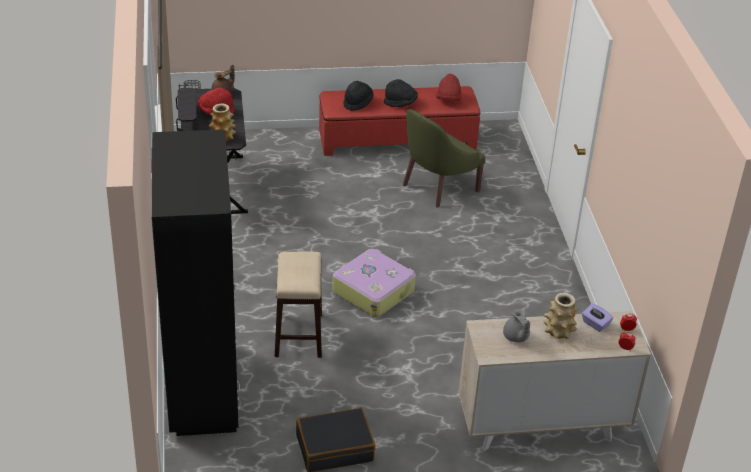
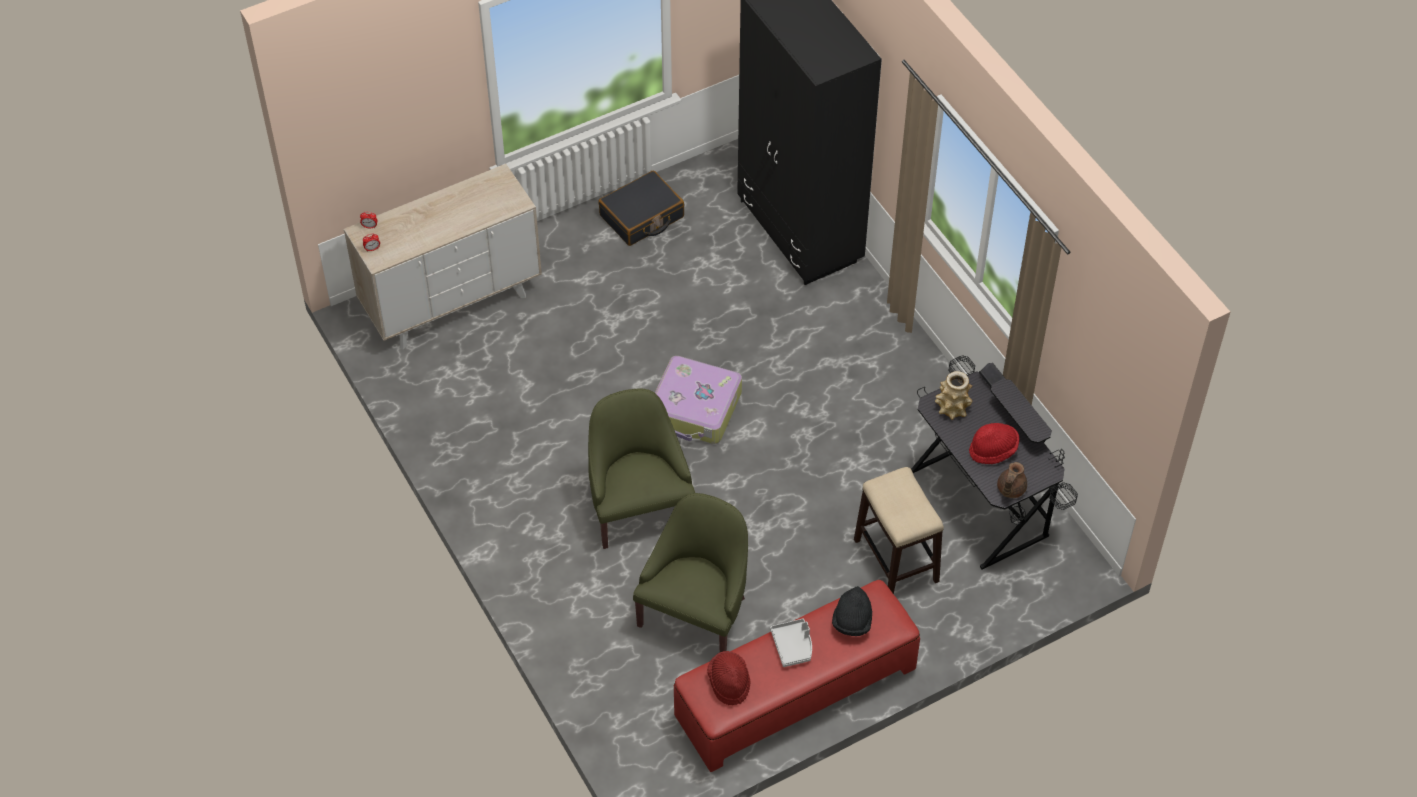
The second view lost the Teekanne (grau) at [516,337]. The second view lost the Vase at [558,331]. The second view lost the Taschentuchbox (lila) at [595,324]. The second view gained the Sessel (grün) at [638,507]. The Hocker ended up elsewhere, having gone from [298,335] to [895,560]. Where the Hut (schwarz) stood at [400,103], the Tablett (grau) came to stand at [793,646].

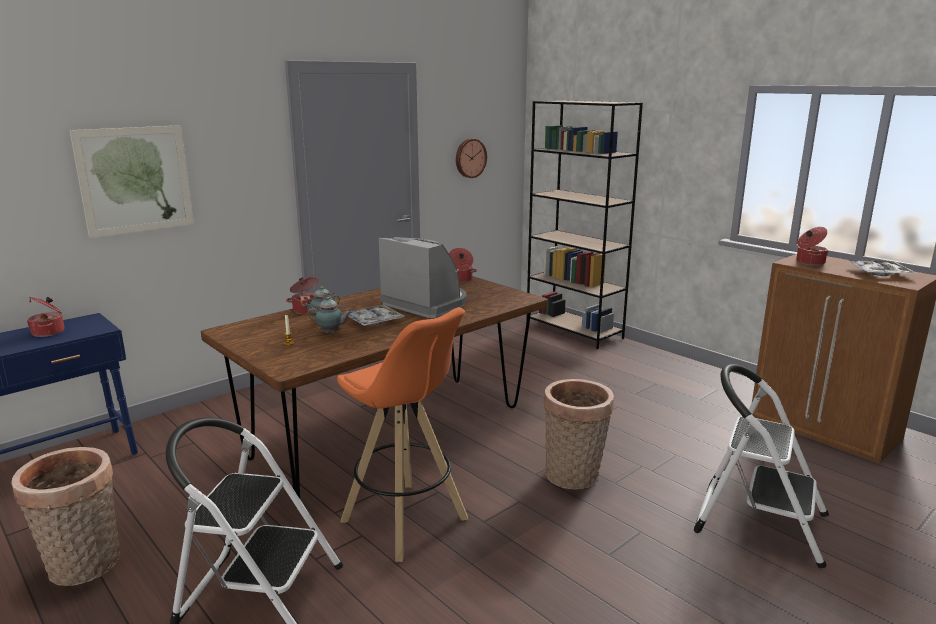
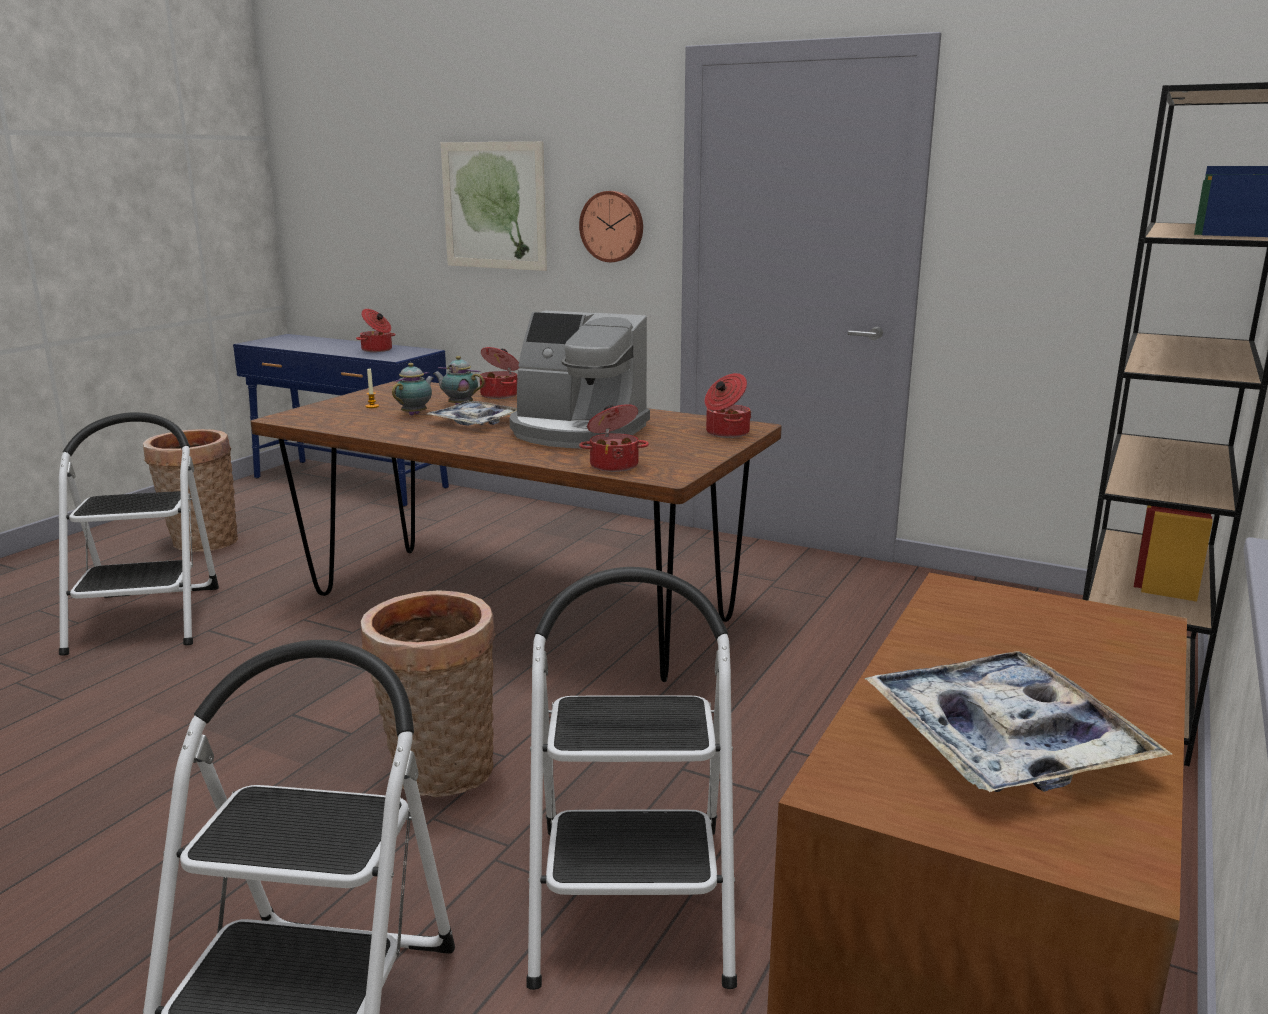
The second view lost the Hocker (orange) at [406,522]. The second view gained the Trittleiter at [633,896]. The Wanduhr ended up elsewhere, having gone from [470,158] to [612,226]. The Kochtopf ended up elsewhere, having gone from [809,262] to [614,465]. The Teekanne at [331,333] ended up facing another way, 135 degrees counterclockwise from before. The Kaffeemaschine at [426,303] ended up facing another way, 90 degrees clockwise from before.

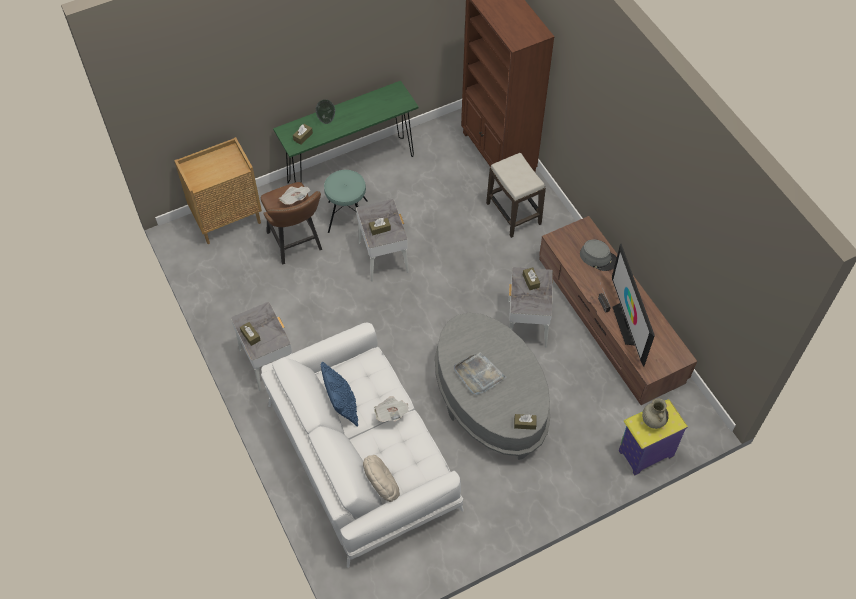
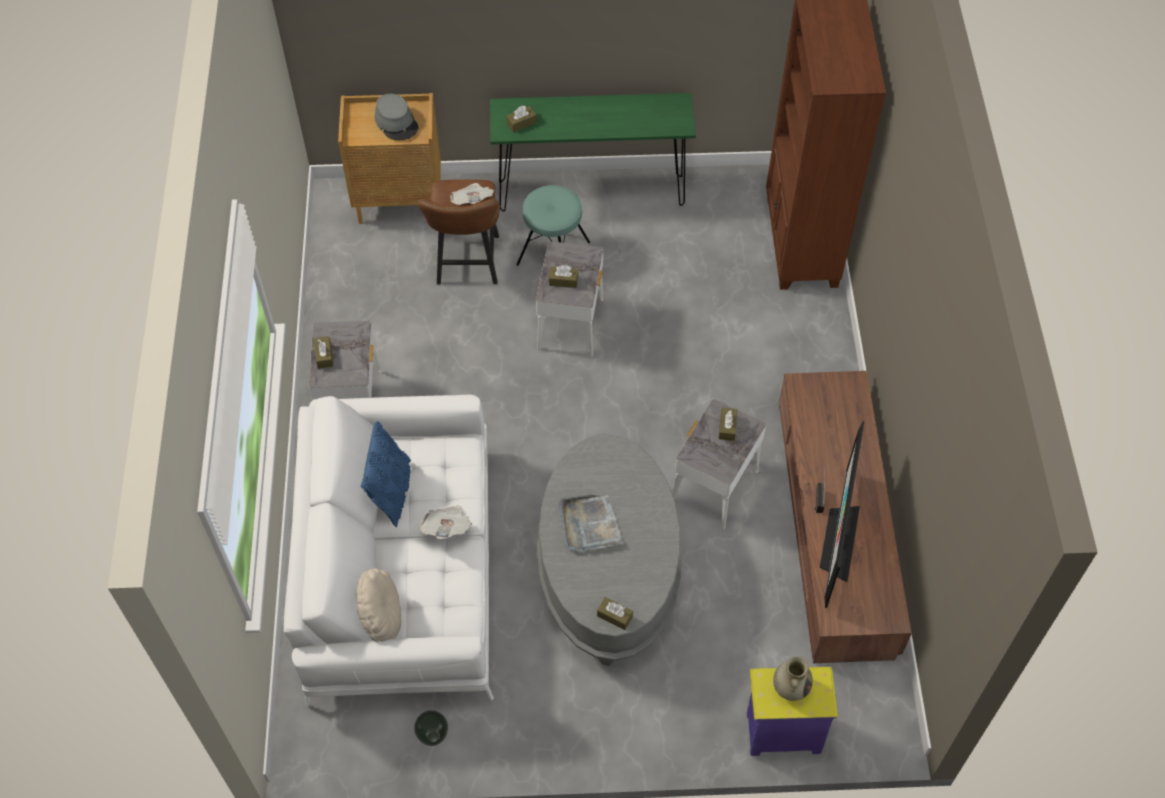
The second view lost the Hocker at [513,213]. The Vase ended up elsewhere, having gone from [326,121] to [432,737]. The Hut (grau) ended up elsewhere, having gone from [598,258] to [396,122].

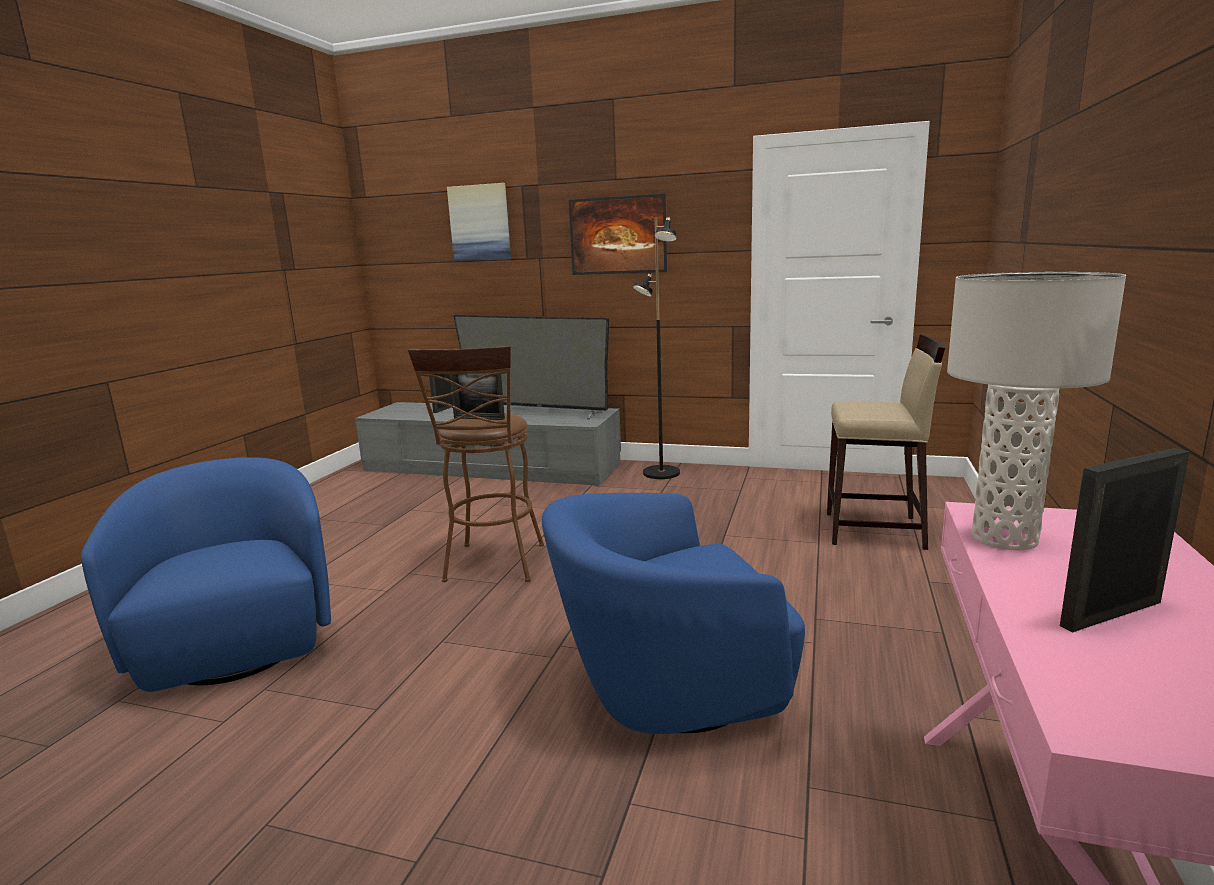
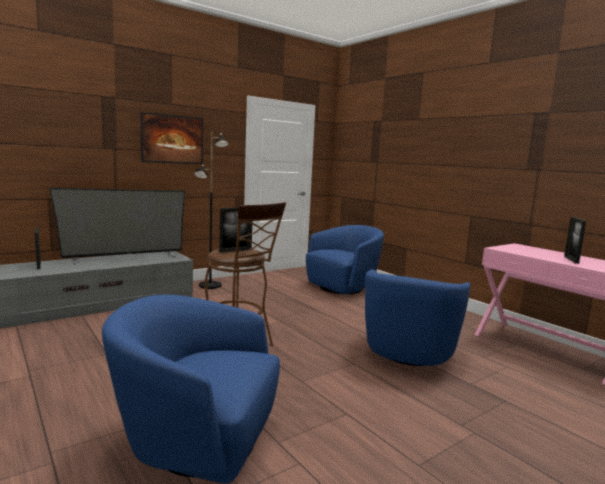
The second view lost the Bild at [480,223]. The second view lost the Tischlampe (weiß) at [1003,538]. Where the Hocker (beige) stood at [875,531], the Sessel (blau) came to stand at [343,287].

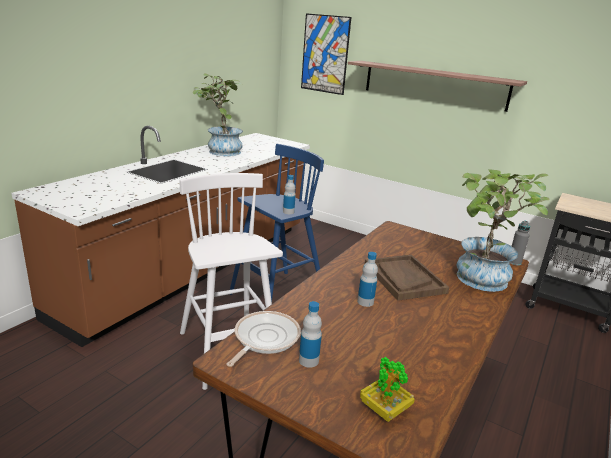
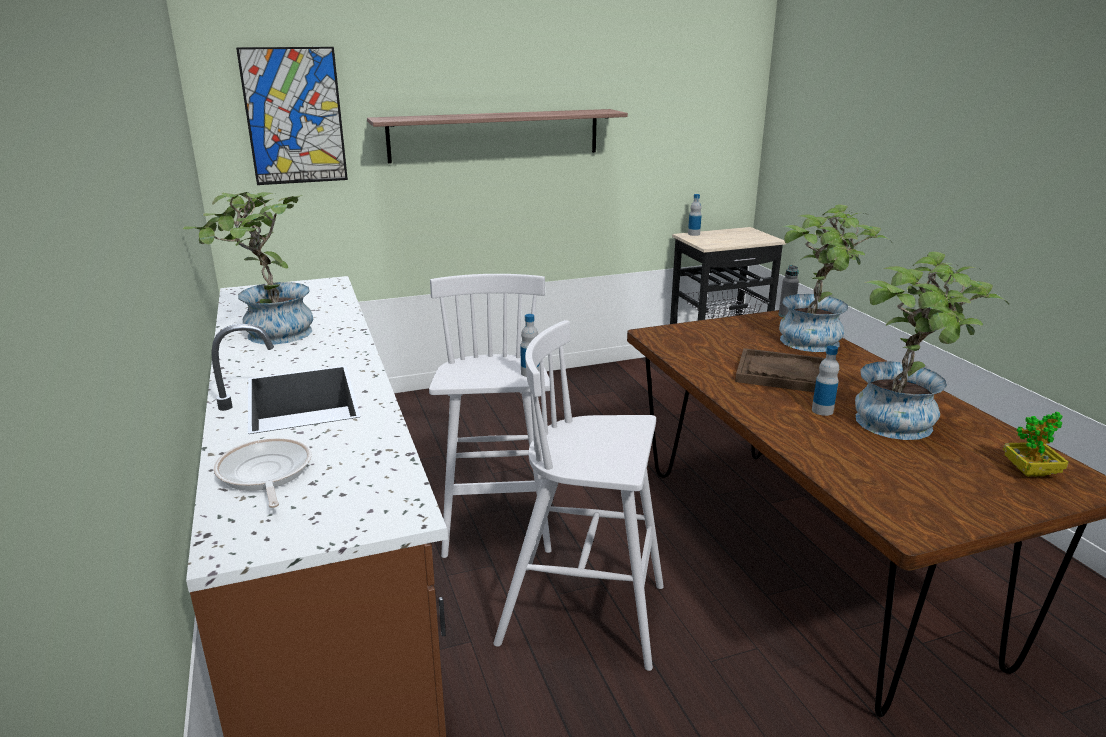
The second view gained the Topfpflanze at [903,427]. The Pfanne ended up elsewhere, having gone from [264,338] to [264,474]. The Flasche ended up elsewhere, having gone from [308,360] to [694,234]. What was the Hocker (blau) at [276,296] turned into the Hocker (weiß) at [496,519].

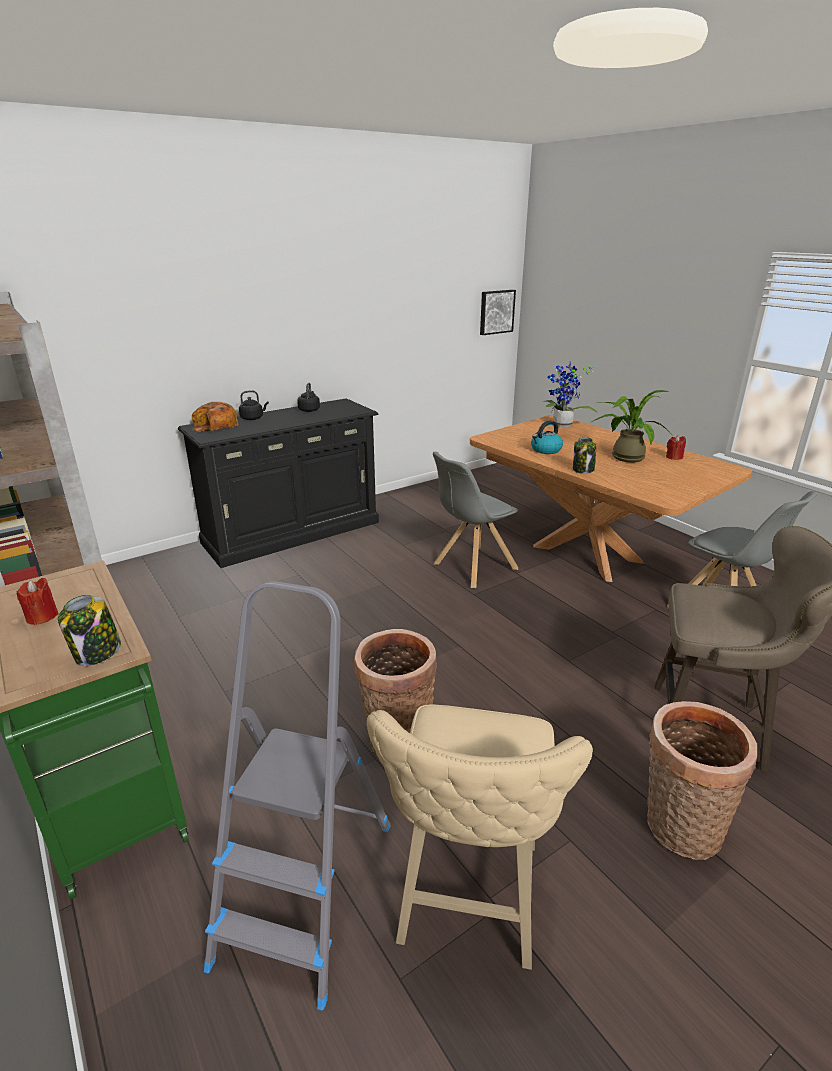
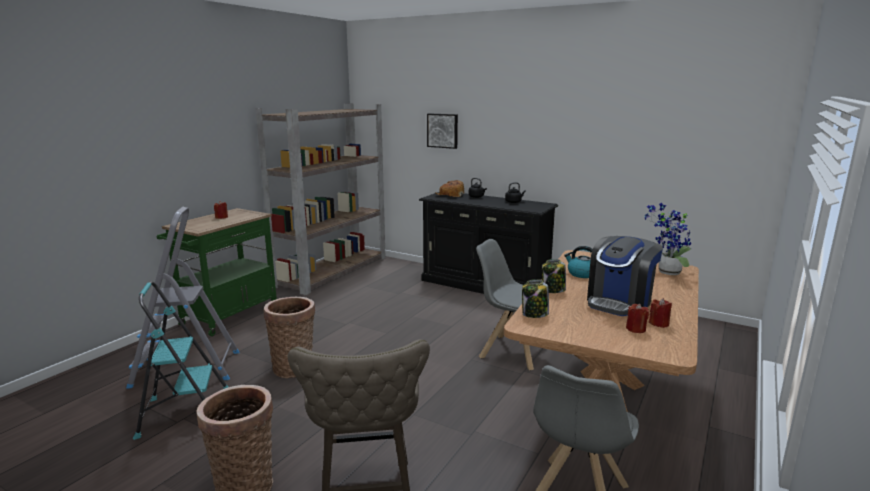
The second view gained the Kerze (rot) at [635,329]. The Vorratsglas ended up elsewhere, having gone from [97,653] to [534,314]. The Bild ended up elsewhere, having gone from [496,312] to [443,130]. Where the Hocker (beige) stood at [468,899], the Trittleiter (türkis) came to stand at [182,412]. Where the Topfpflanze stood at [624,456], the Kaffeemaschine came to stand at [619,302].

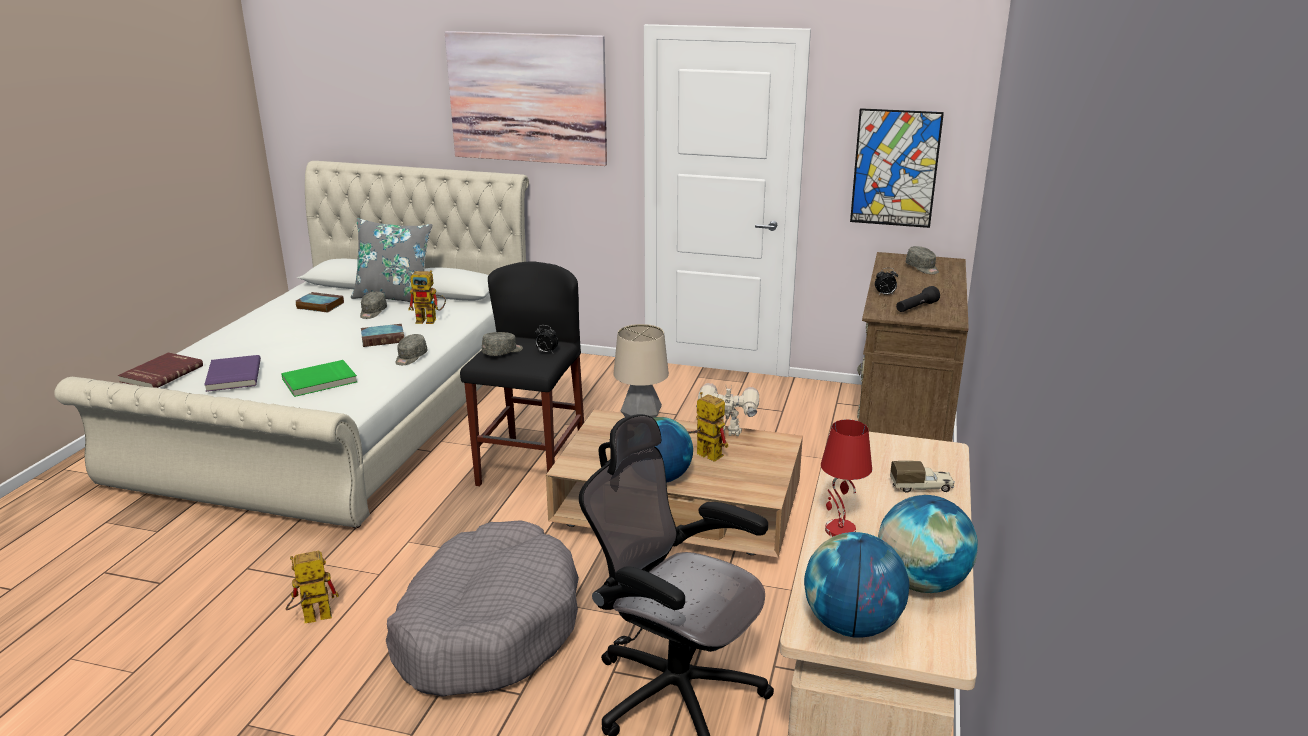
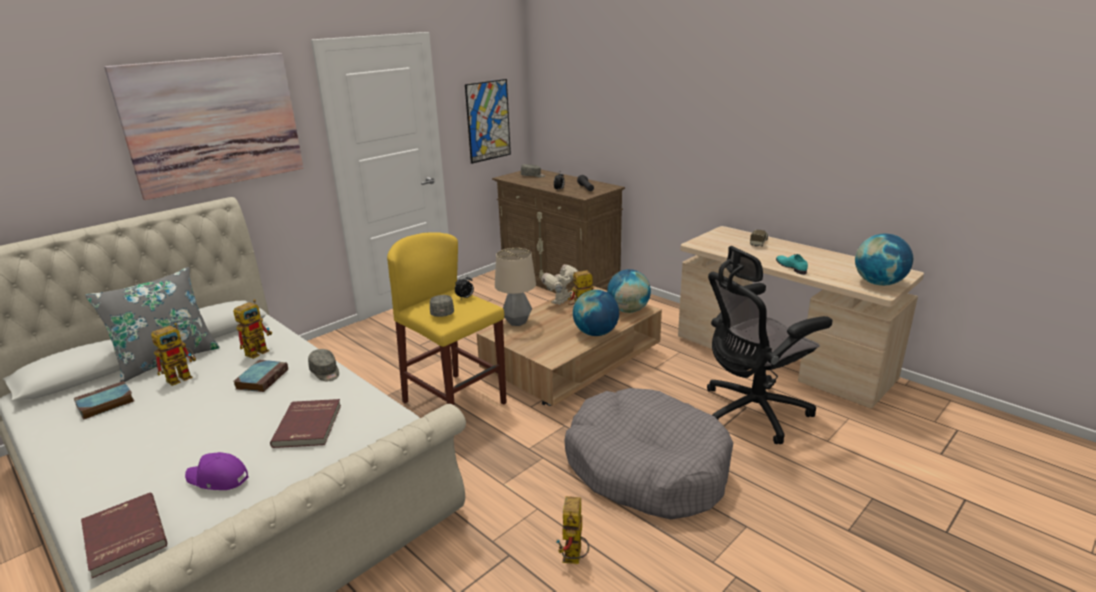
The Globus ended up elsewhere, having gone from [921,583] to [628,310]. Where the Buch (lila) stood at [232,376], the Kappe (lila) came to stand at [218,479]. Where the Kappe (grau) stood at [372,312], the Spielzeugroboter came to stand at [183,376]. Where the Tischlampe (rot) stood at [839,530], the Schuh (türkis) came to stand at [791,267]. What was the Buch (grün) at [320,381] turned into the Buch (rot) at [309,425]. What was the Hocker (schwarz) at [532,467] turned into the Hocker (gelb) at [454,402].

